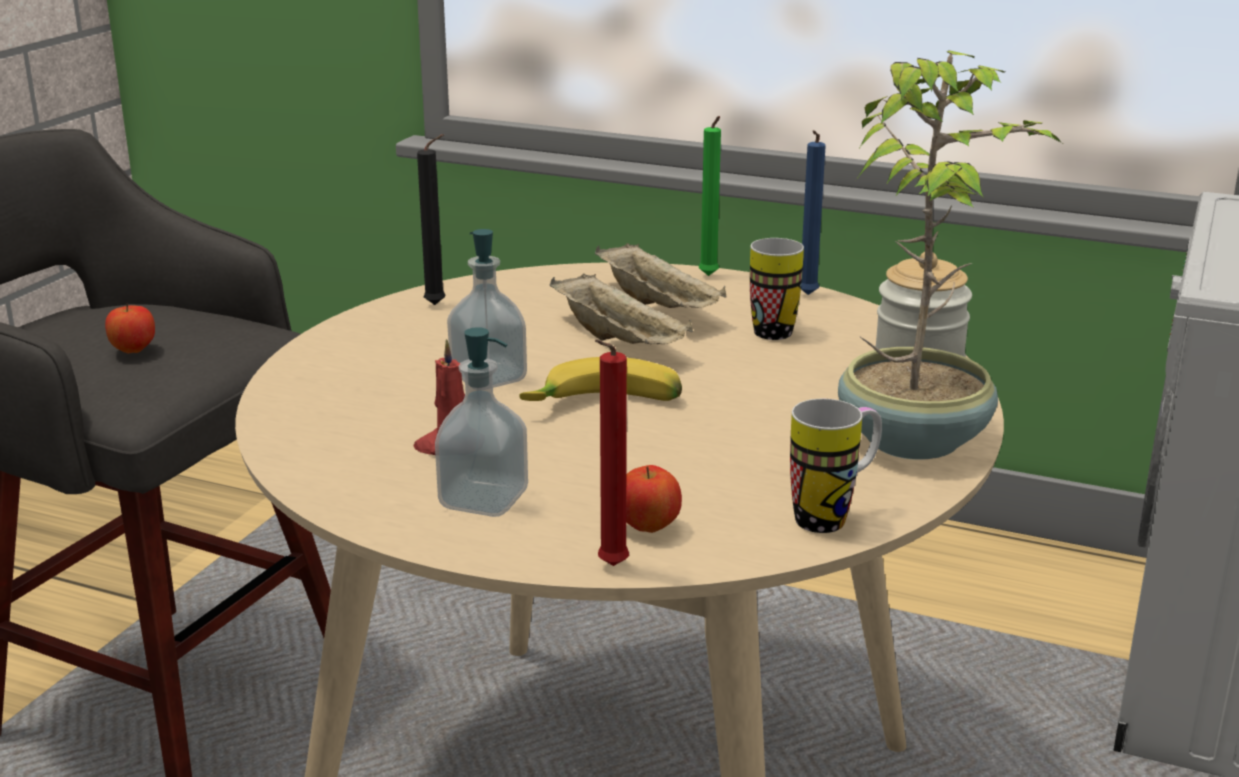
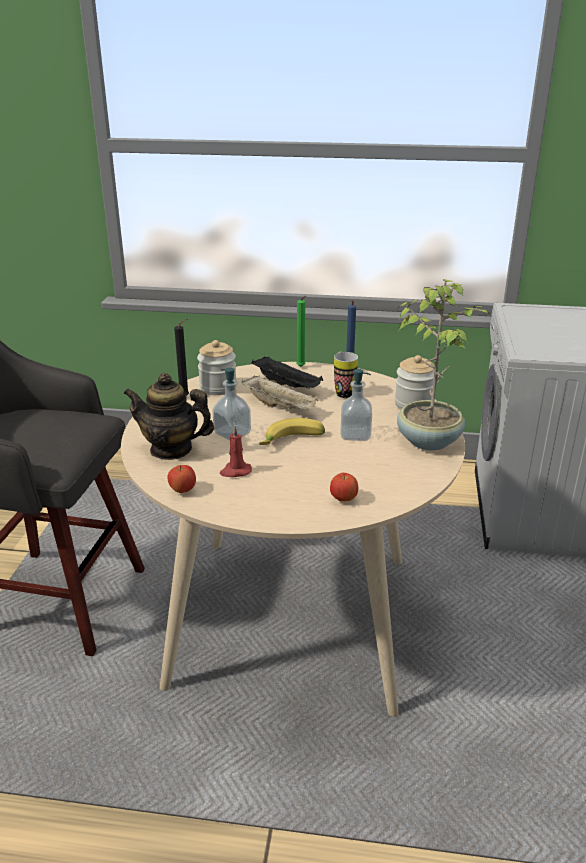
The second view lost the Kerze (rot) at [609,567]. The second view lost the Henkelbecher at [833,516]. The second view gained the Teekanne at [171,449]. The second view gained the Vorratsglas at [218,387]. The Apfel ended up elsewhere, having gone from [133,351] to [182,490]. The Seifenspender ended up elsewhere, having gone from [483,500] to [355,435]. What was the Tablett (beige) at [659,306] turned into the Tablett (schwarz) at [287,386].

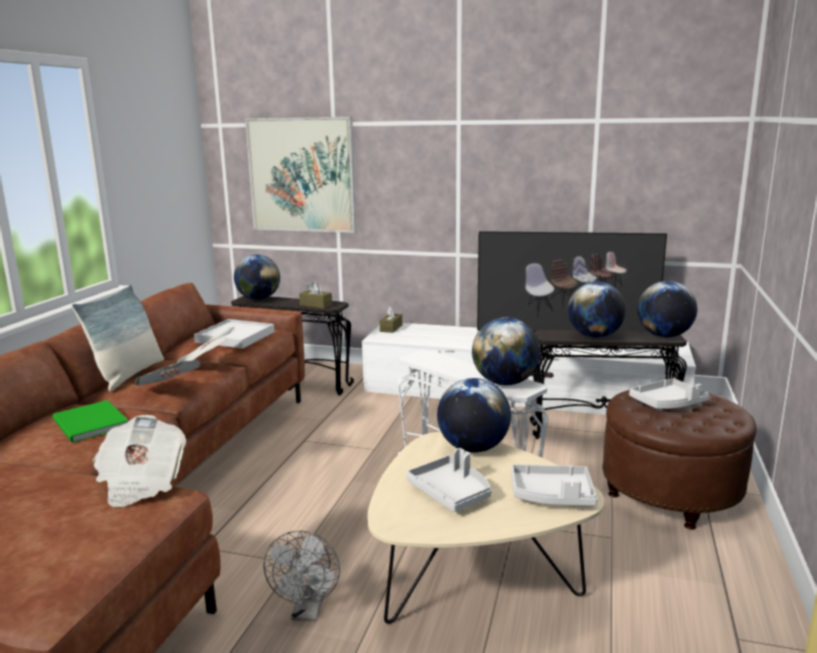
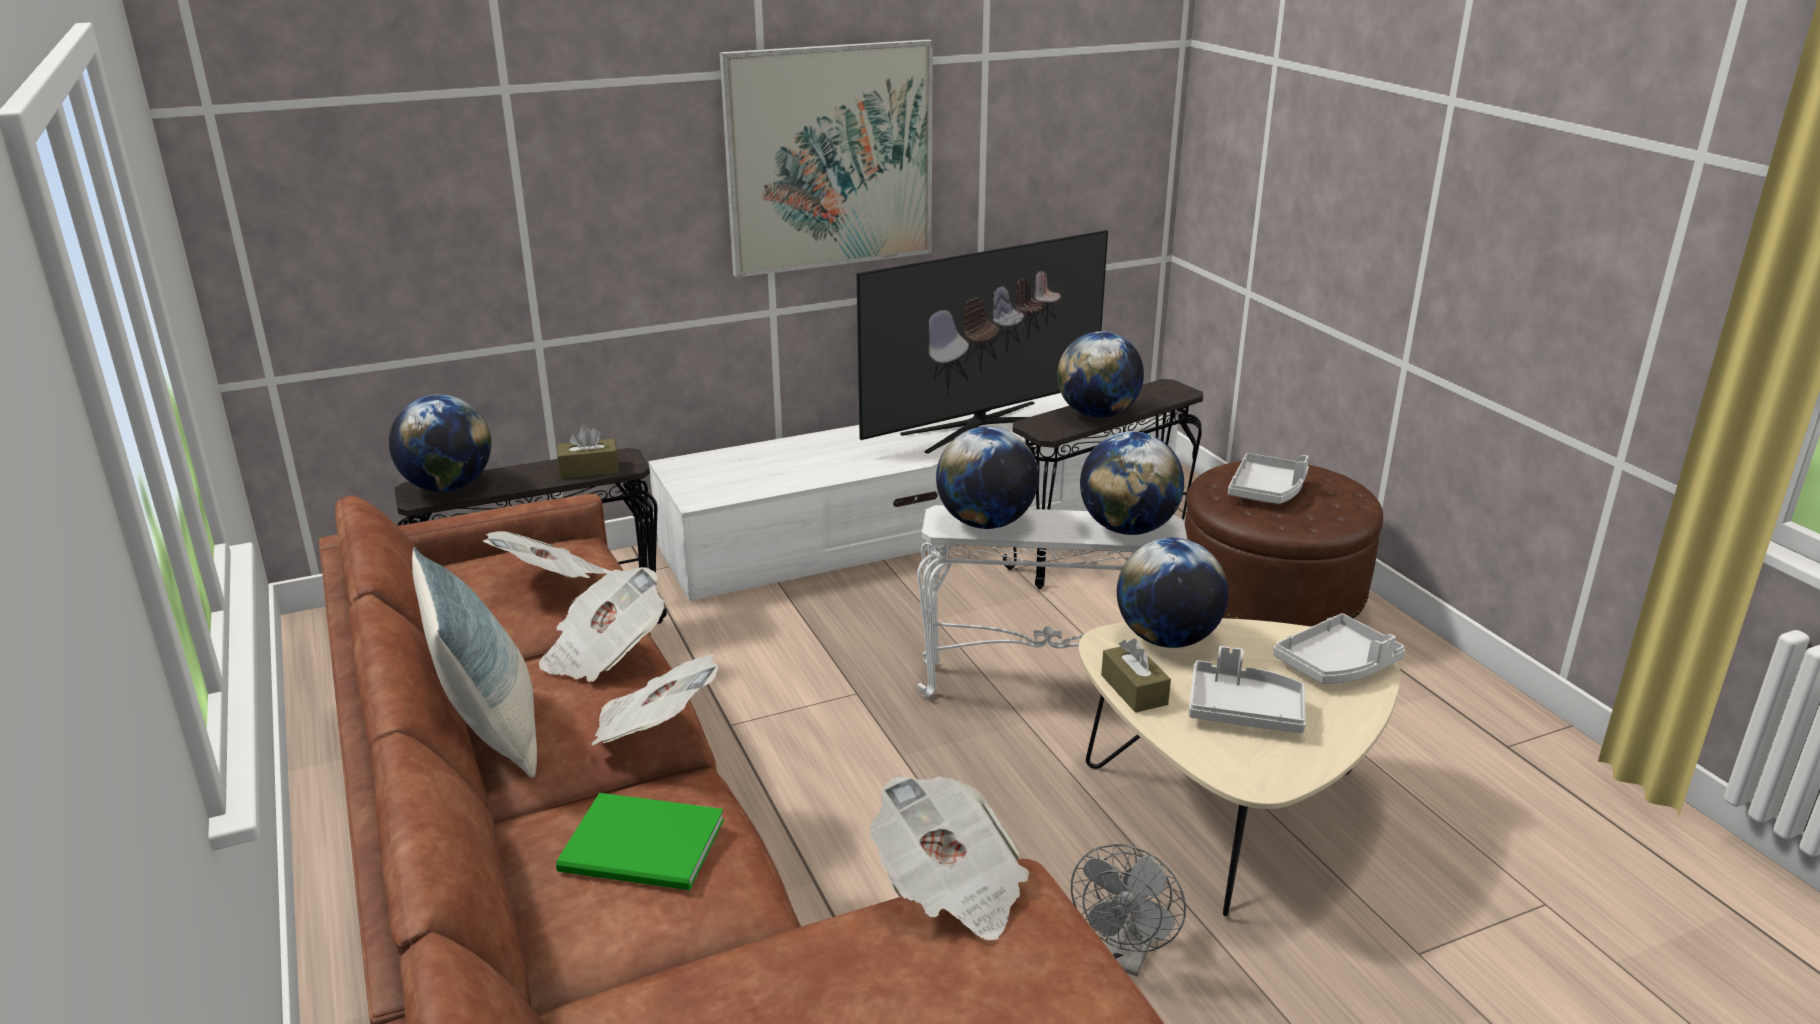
The Bild ended up elsewhere, having gone from [302,175] to [830,157]. The Taschentuchbox (braun) ended up elsewhere, having gone from [391,328] to [1134,690]. The Globus ended up elsewhere, having gone from [664,336] to [986,523]. Where the Tablett (weiß) stood at [235,337], the Zeitung came to stand at [551,582]. The Ventilator (grau) at [307,612] ended up facing another way, 60 degrees clockwise from before.

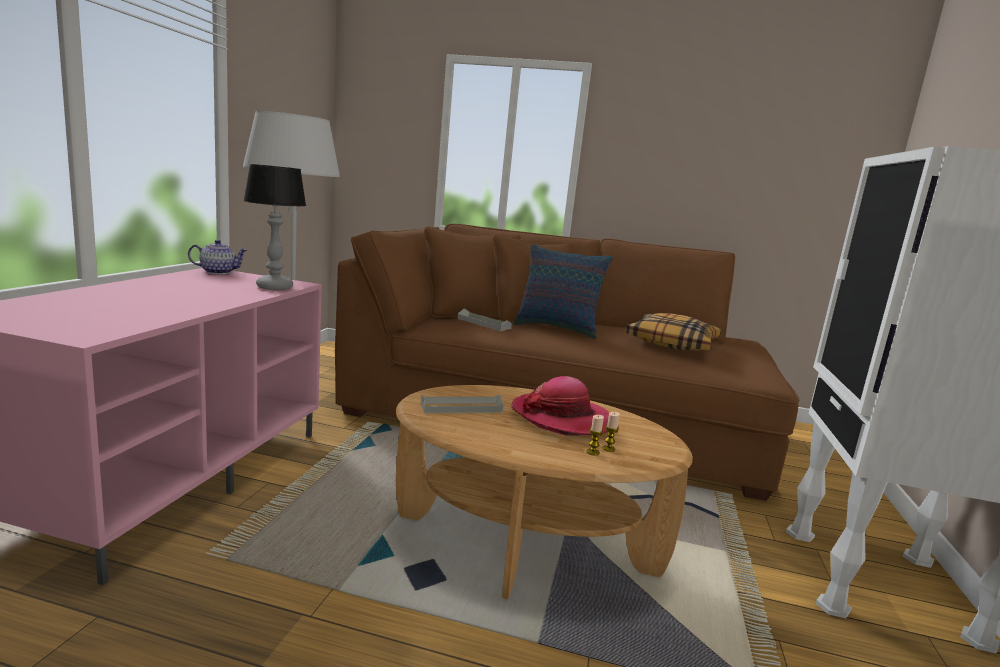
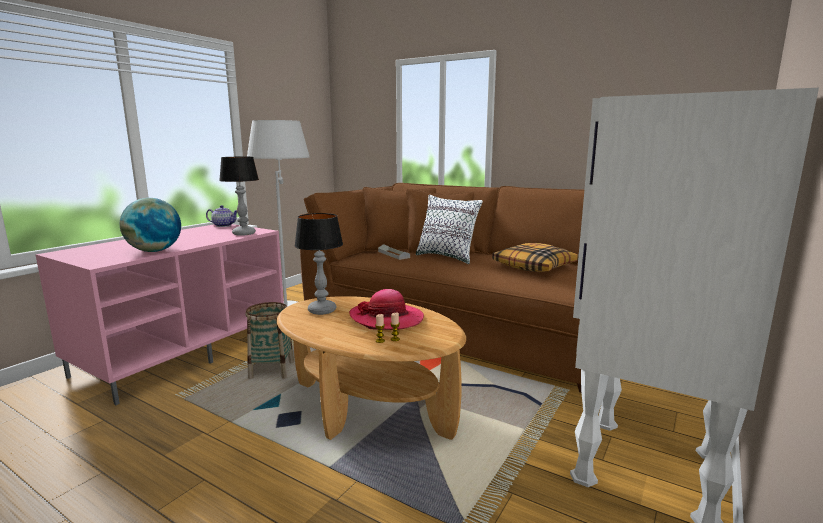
The second view gained the Globus at [155,251]. The second view gained the Korb at [271,370]. Where the Tablett (grau) stood at [461,408], the Tischlampe came to stand at [322,310]. What was the Kissen (blau) at [557,329] turned into the Kissen (weiß) at [446,257].

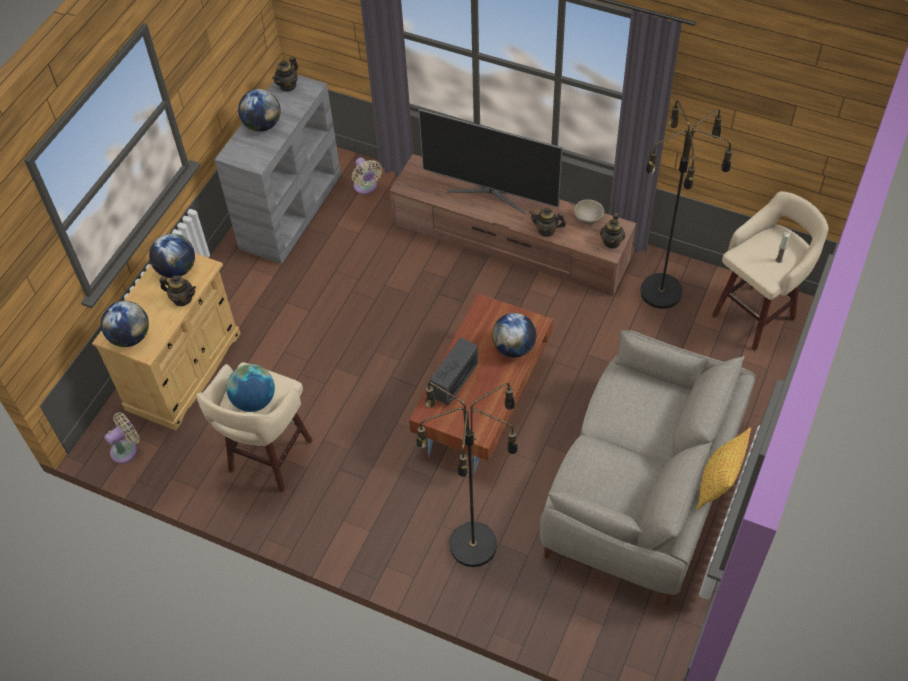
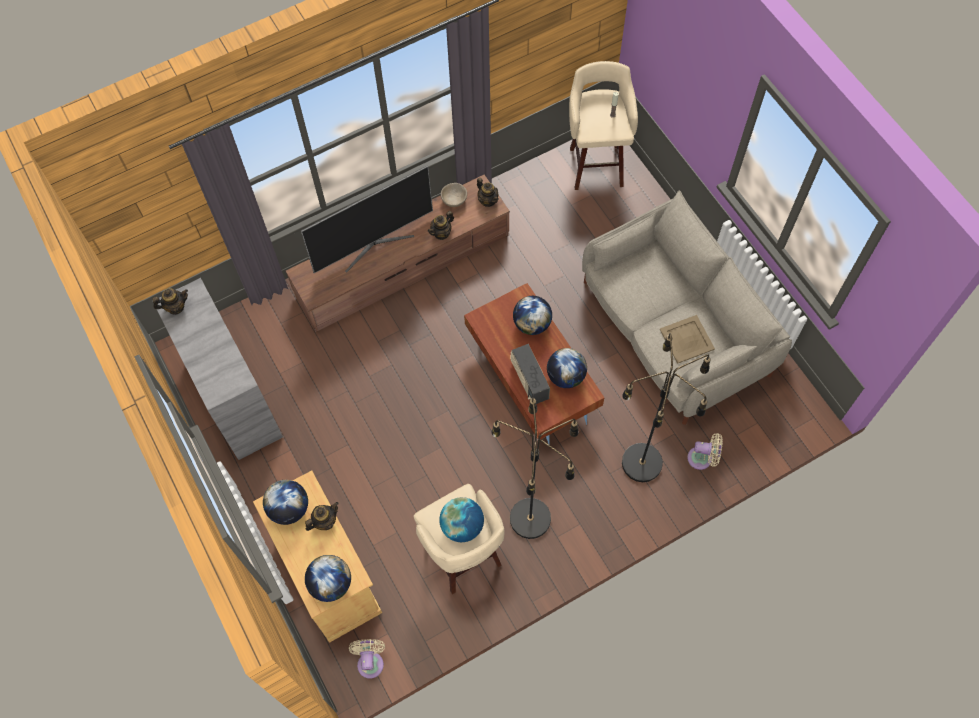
The second view lost the Kissen (gelb) at [717,484]. The second view gained the Tablett (beige) at [687,339]. The Globus ended up elsewhere, having gone from [262,125] to [565,376]. The Ventilator (beige) ended up elsewhere, having gone from [366,187] to [702,458]. The Stehlampe ended up elsewhere, having gone from [661,293] to [531,518]. The Teekanne at [288,85] ended up facing another way, 90 degrees counterclockwise from before.

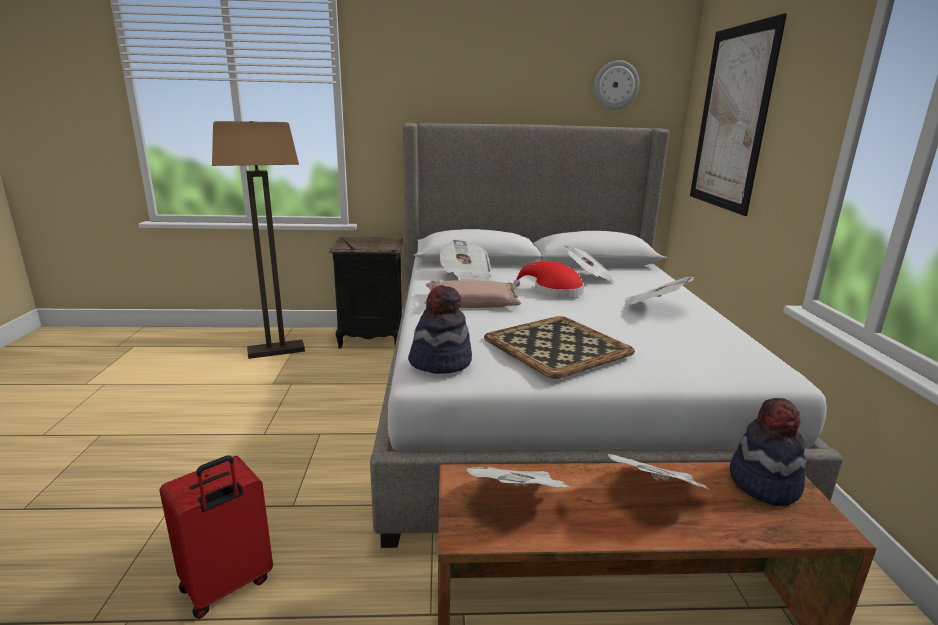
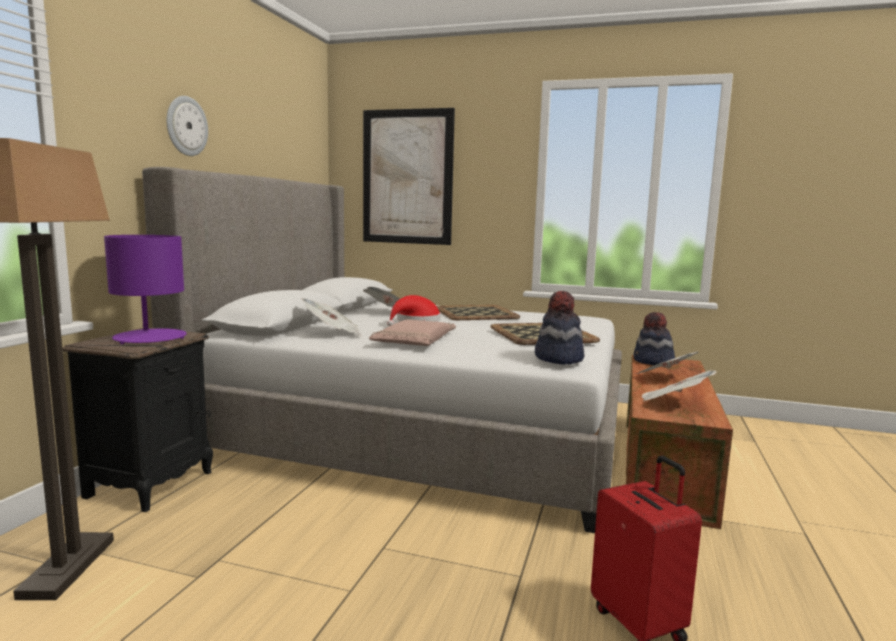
The second view gained the Tischlampe (lila) at [150,338]. The Wanduhr ended up elsewhere, having gone from [616,85] to [186,126]. Where the Zeitung stood at [653,307], the Tablett came to stand at [475,313].

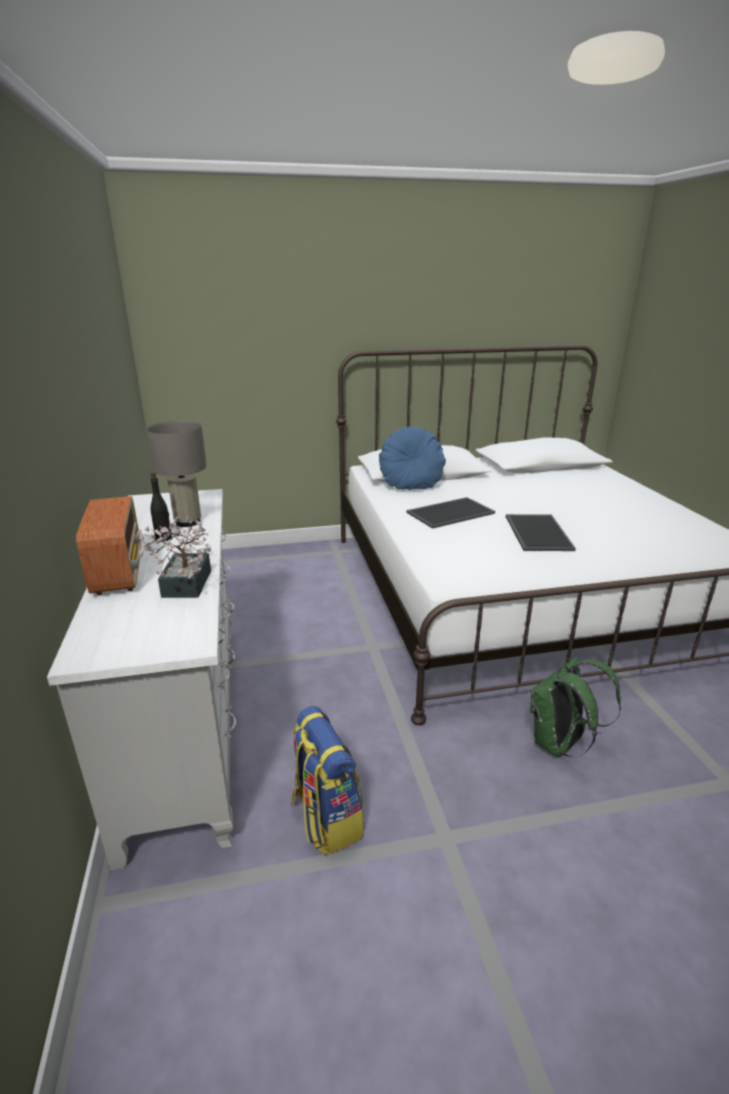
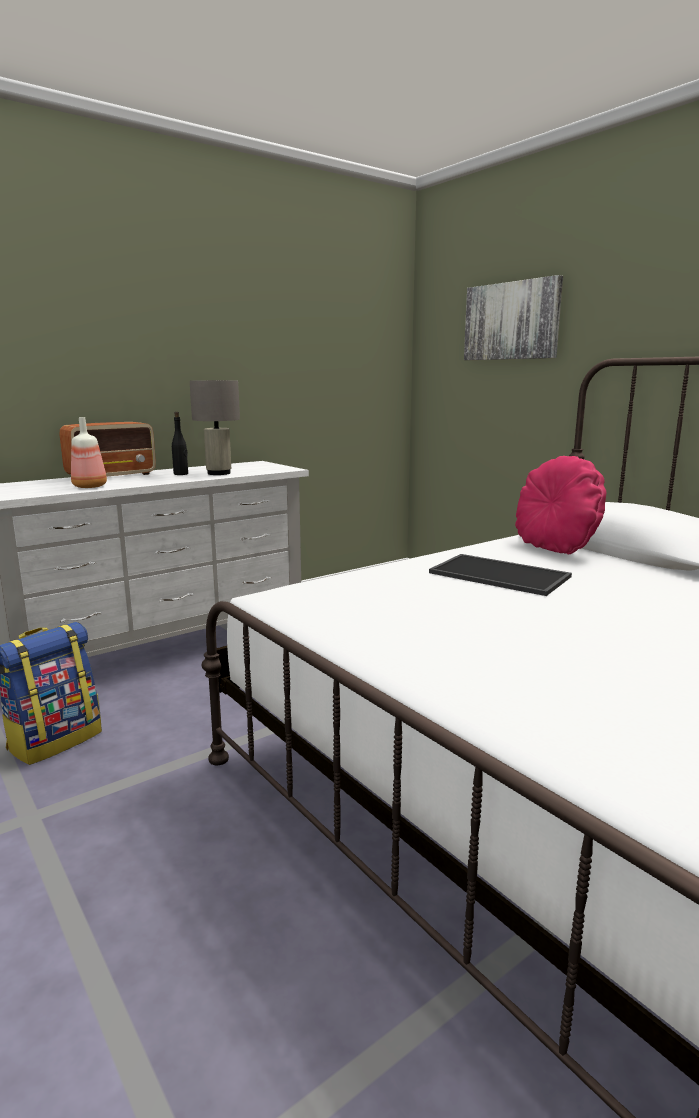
The second view lost the Tablett at [536,532]. The second view lost the Rucksack (grün) at [560,744]. The second view gained the Bild at [512,321]. Where the Topfpflanze stood at [184,587], the Flasche came to stand at [90,486]. What was the Kissen (blau) at [411,487] turned into the Kissen (rosa) at [555,549].

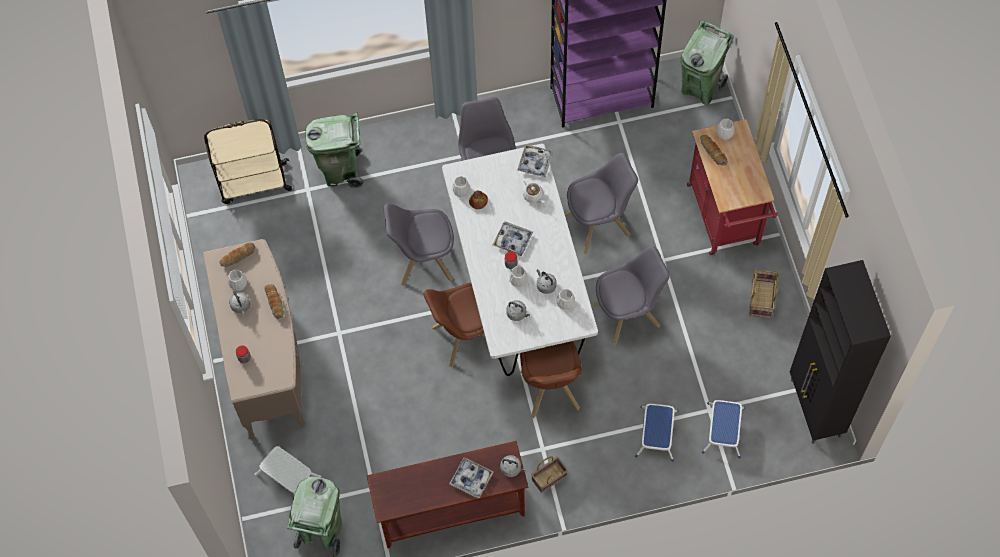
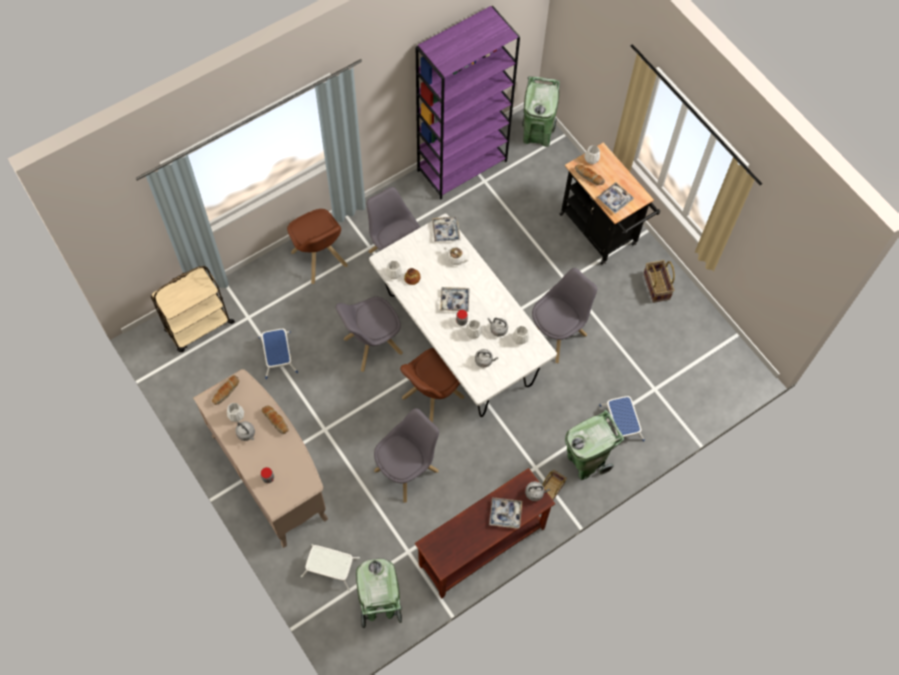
The second view lost the Schrank (schwarz) at [815,409]. The second view gained the Tablett at [614,200]. The Mülleimer (grün) ended up elsewhere, having gone from [341,171] to [586,461]. The Stuhl (braun) ended up elsewhere, having gone from [550,390] to [320,259]. The Stuhl (grau) ended up elsewhere, having gone from [598,225] to [407,471]. The Trittleiter (blau) ended up elsewhere, having gone from [724,430] to [278,354]. What was the Rollwagen (rot) at [725,220] turned into the Rollwagen (schwarz) at [601,233].

